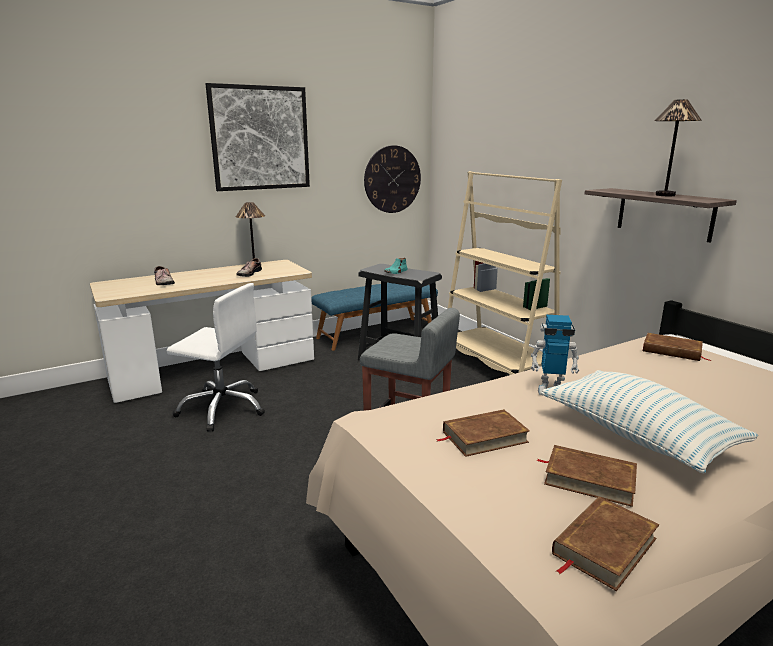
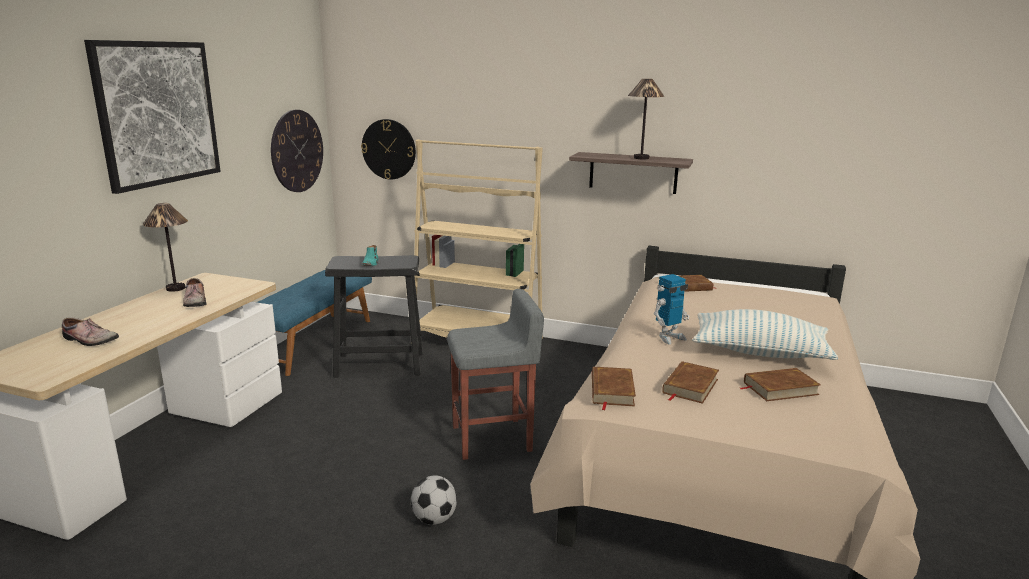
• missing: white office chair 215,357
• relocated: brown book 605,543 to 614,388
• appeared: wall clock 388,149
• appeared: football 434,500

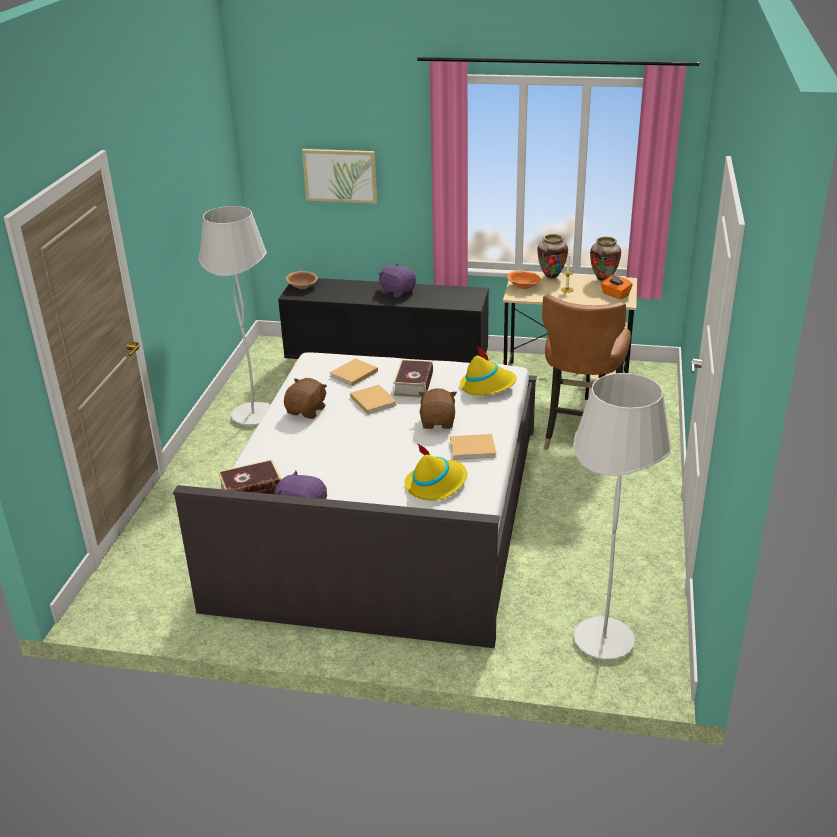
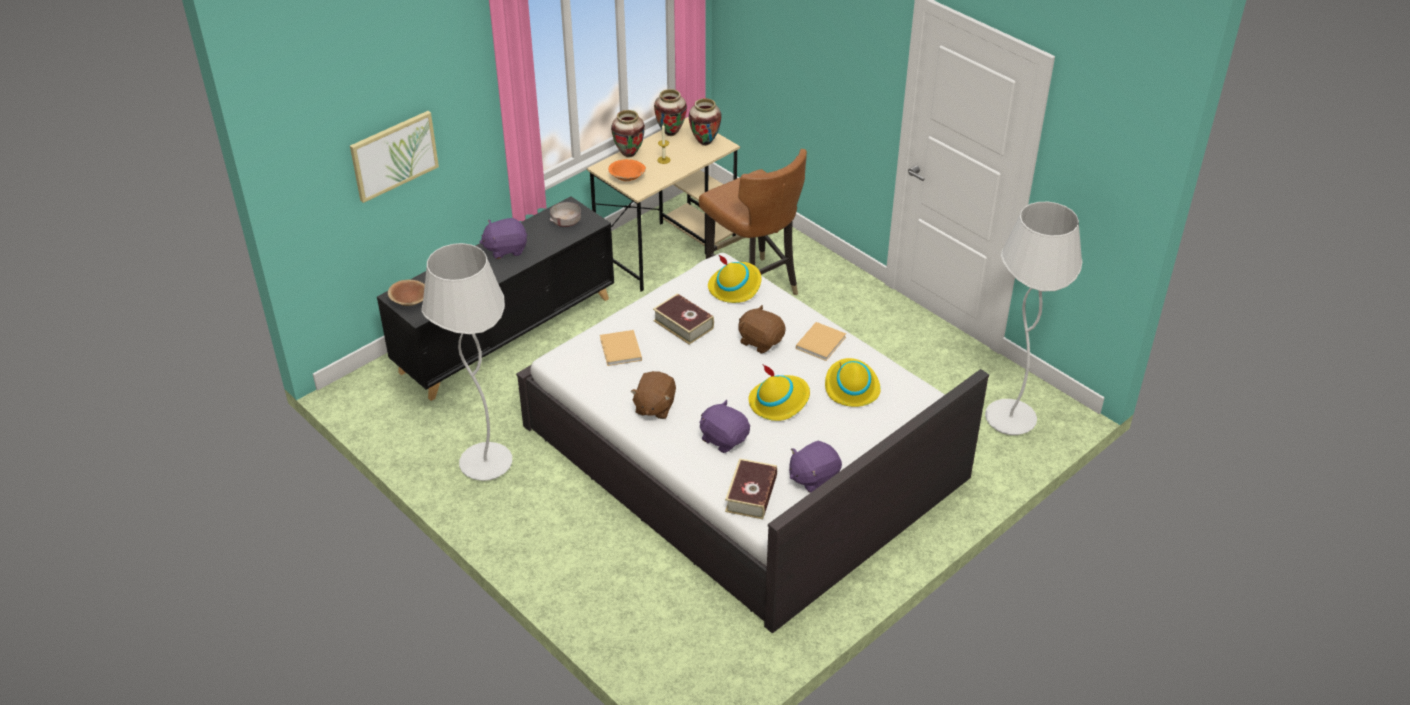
• spun: brown plush toy 305,398 = 653,395 135 degrees counterclockwise
• missing: beige book 373,399
• exchanged: orange tissue box 617,287 to vase 705,122
• appeared: grey bowl 565,214
• appeared: purple plush toy 724,426
• appeared: yellow hat 779,393

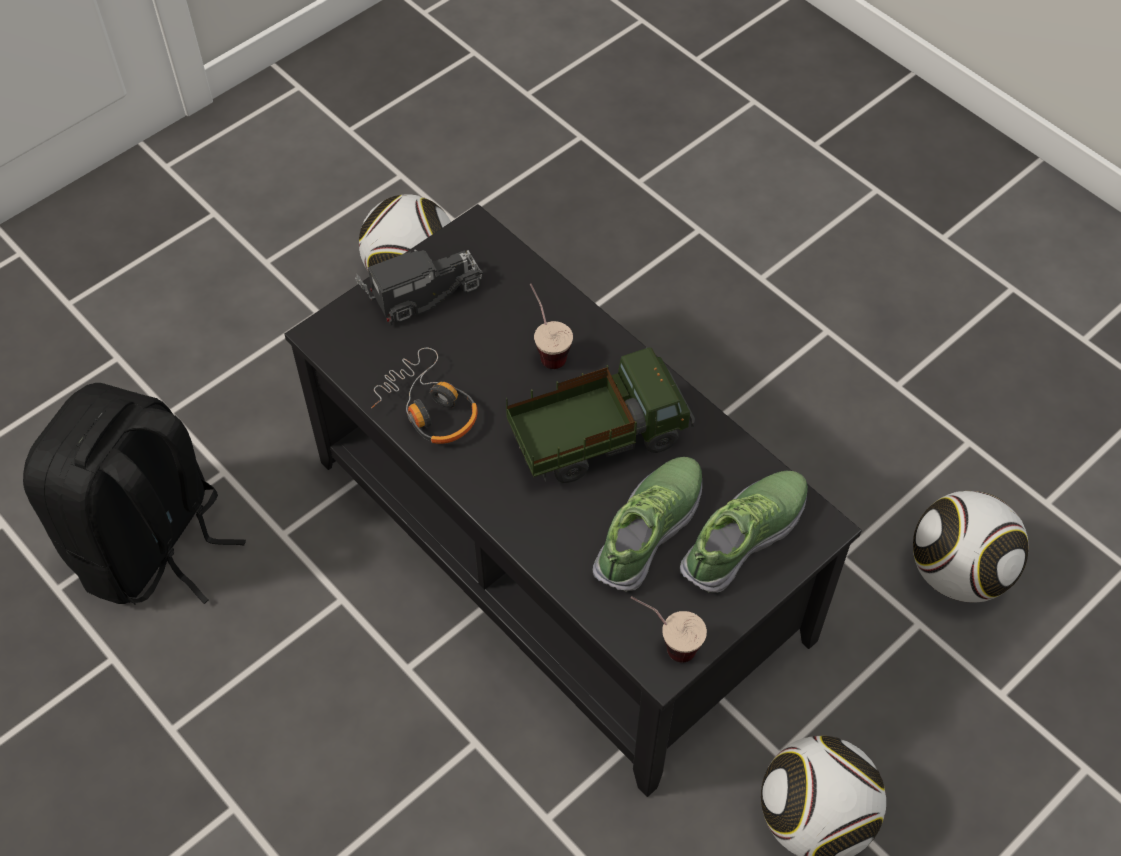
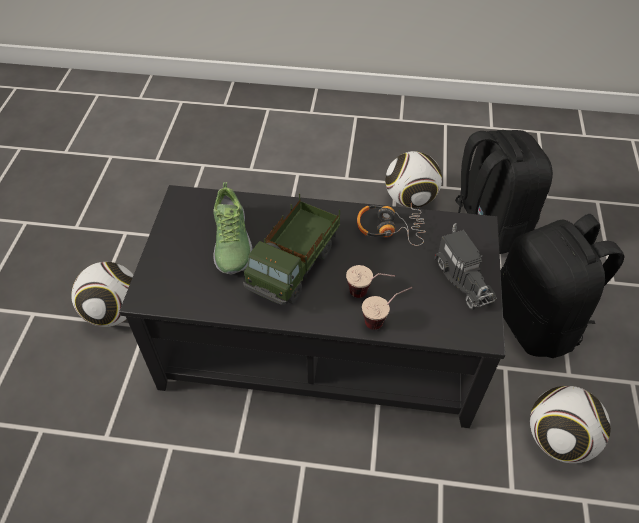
• spun: toy truck 419,287 = 465,266 45 degrees counterclockwise
• relocated: cup 669,629 to 387,308
• missing: shoe 744,532
• relocated: football 970,547 to 413,179
• appeared: black backpack 563,286

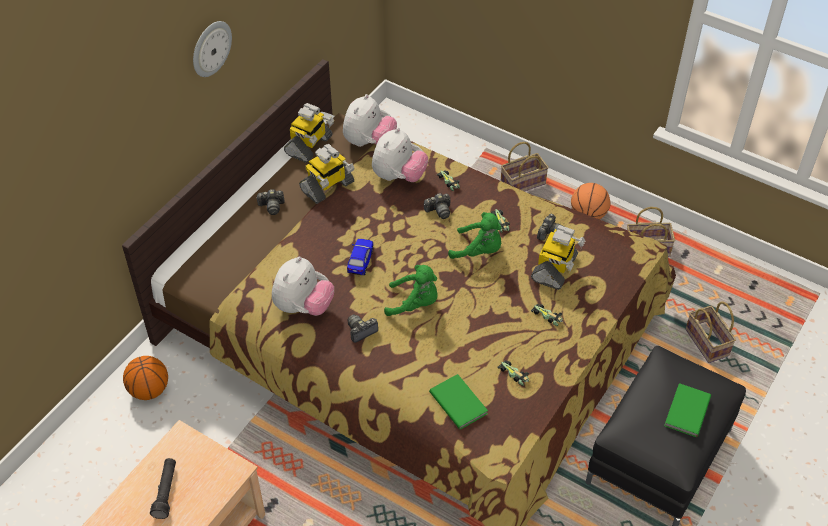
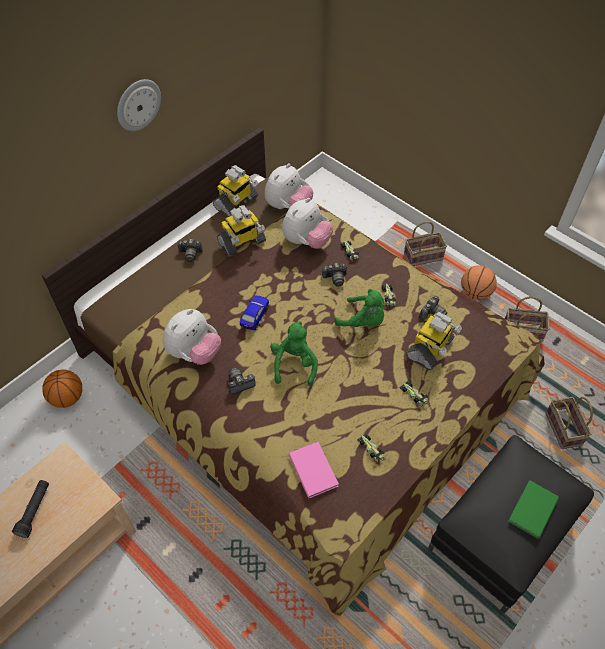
• spun: green plush toy 411,290 = 294,353 105 degrees counterclockwise
• colour: green book 458,402 to pink book 314,470

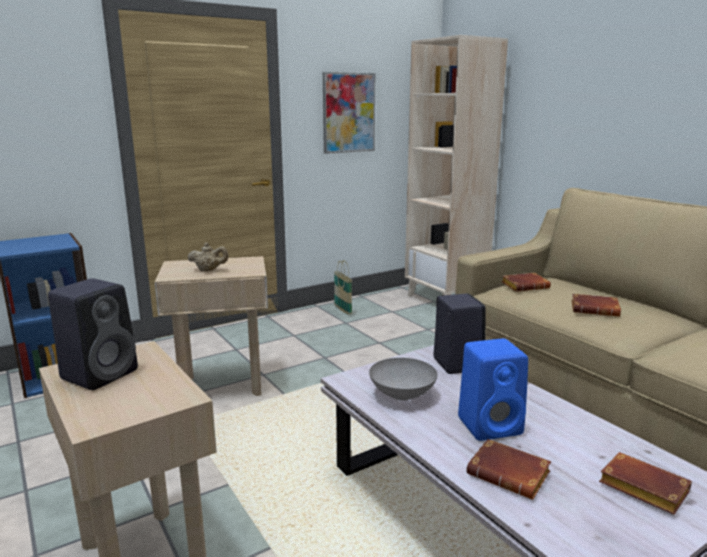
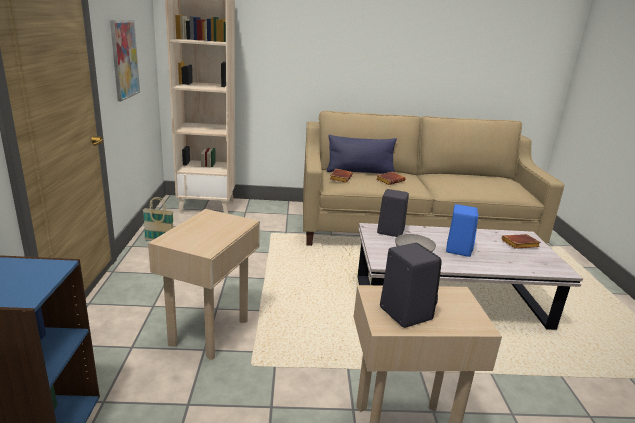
• missing: beige teapot 208,257
• missing: brown book 508,469
• appeared: blue pillow 362,154

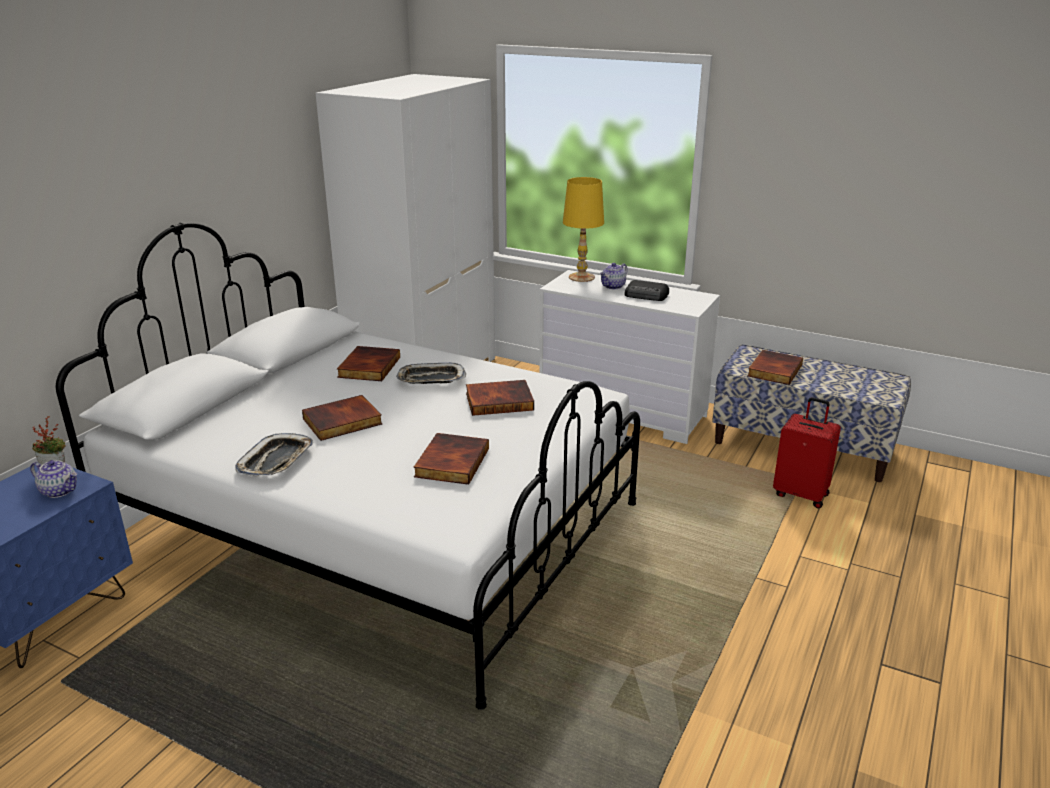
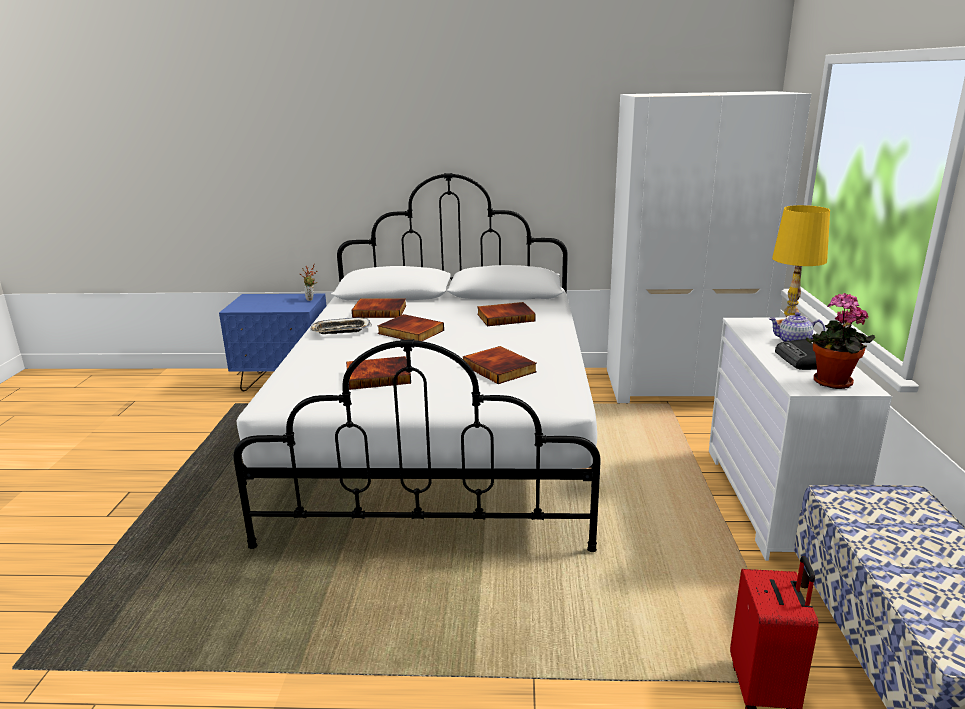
• missing: teapot 53,479
• missing: tray 431,373
• relocated: book 775,367 to 379,308
• appeared: potted plant 840,341

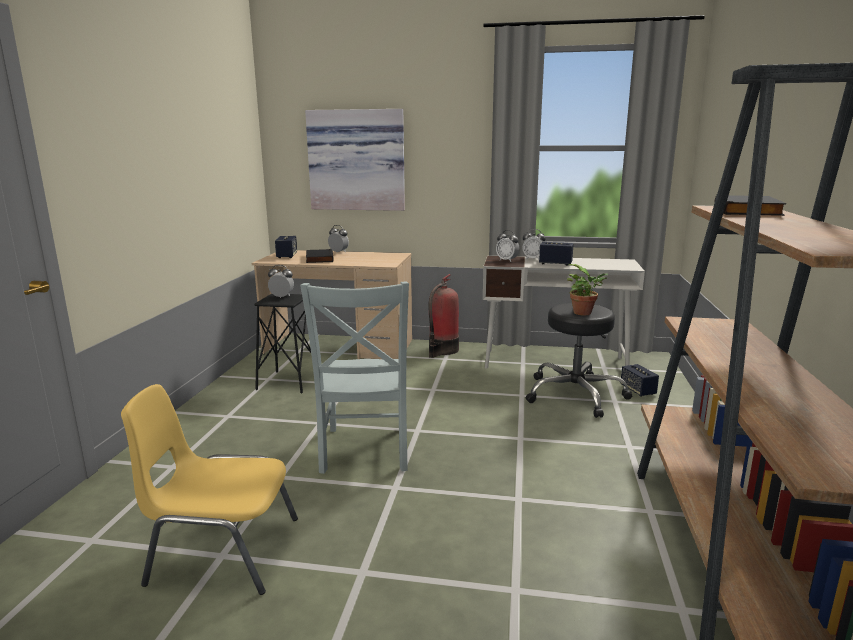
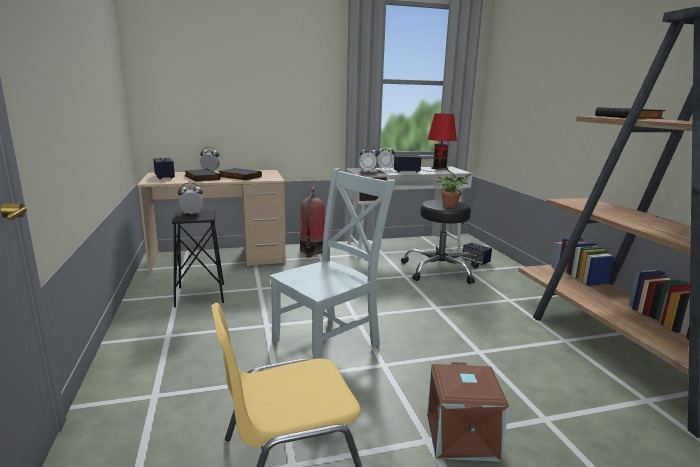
• spun: grey chair 354,377 = 332,263 105 degrees counterclockwise
• missing: picture 355,160
• appeared: black book 240,174
• appeared: red table lamp 439,142
• appeared: brown storage box 468,412

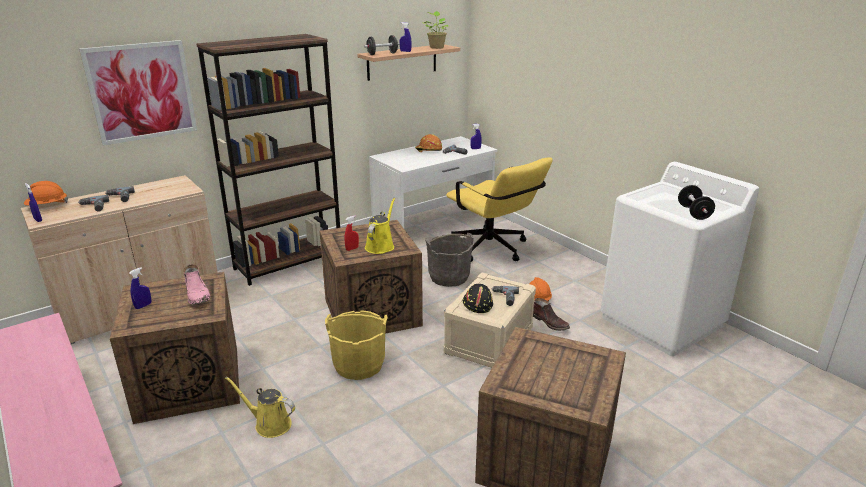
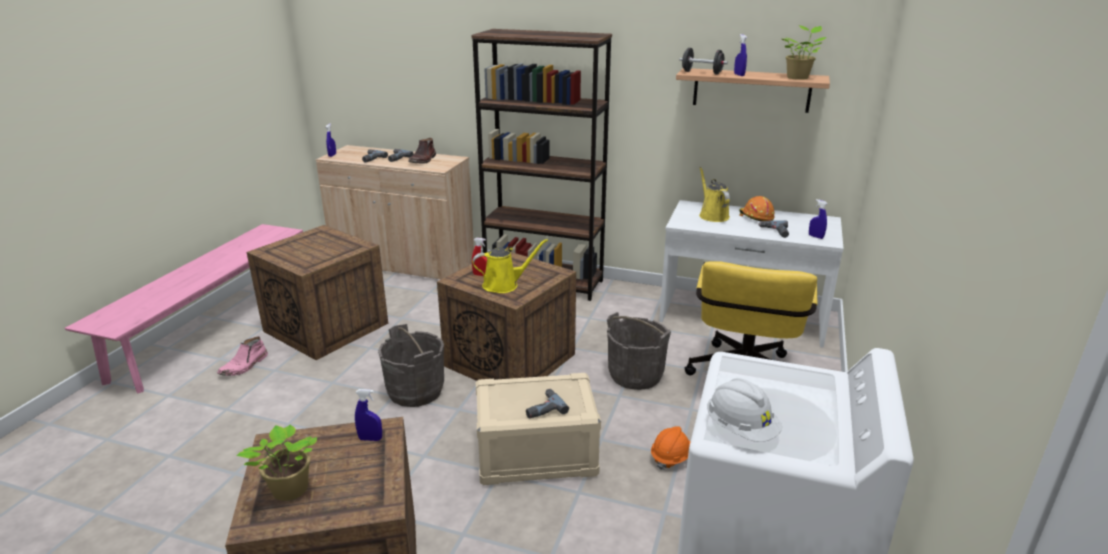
• missing: orange hard hat 46,193
• missing: picture 138,93
• relocated: blue spray bottle 140,288 to 368,415
• relocated: pink boot 197,285 to 242,356
• relocated: yellow watering can 260,407 to 714,194
• colour: yellow bucket 356,345 to grey bucket 411,365
• missing: black hard hat 478,298
• relocated: brown boot 551,314 to 422,150
• exchanged: black dumbbell 696,202 to white hard hat 744,410
• appeared: potted plant 276,463

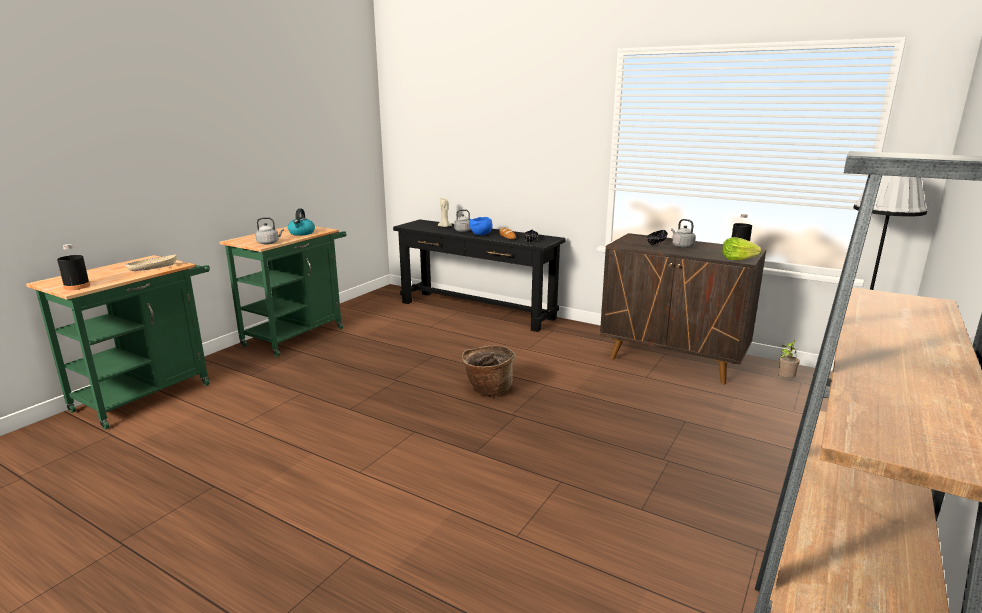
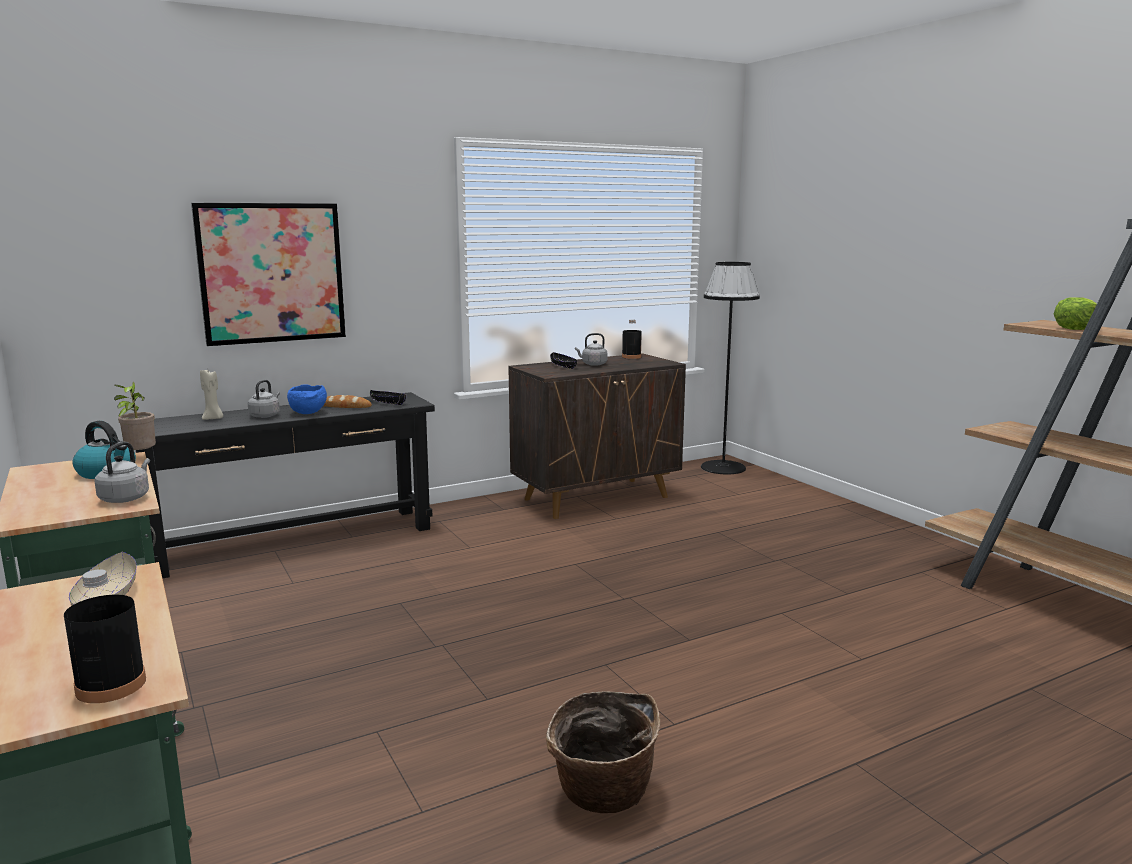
• relocated: basket 489,371 to 603,752
• relocated: lettuce 742,249 to 1075,313
• relocated: potted plant 789,359 to 135,416
• appeared: picture 268,274

